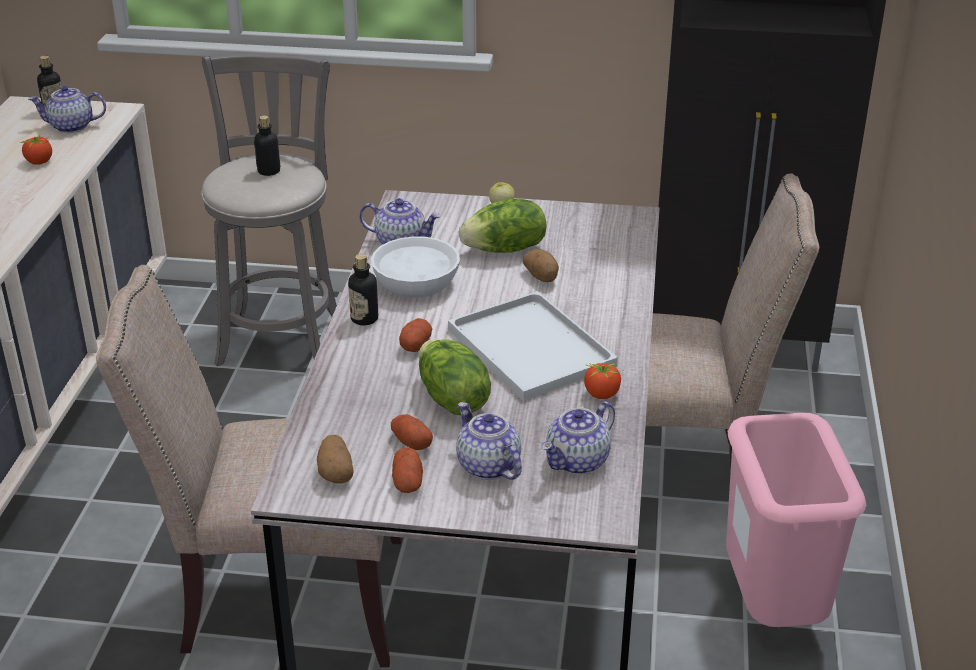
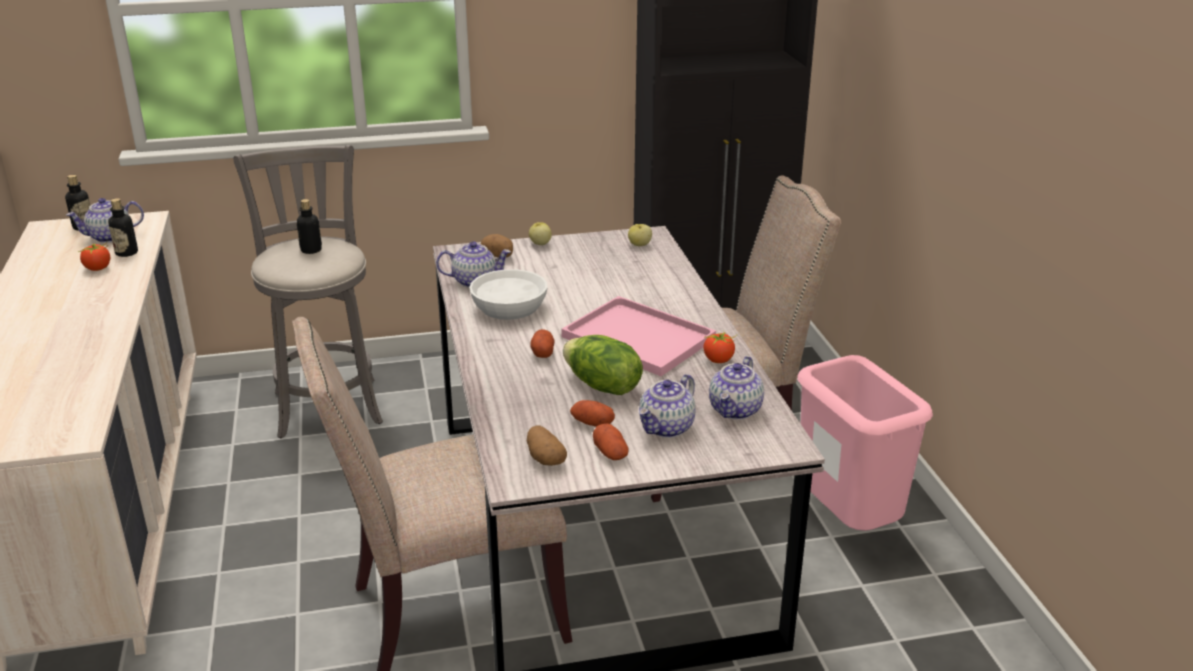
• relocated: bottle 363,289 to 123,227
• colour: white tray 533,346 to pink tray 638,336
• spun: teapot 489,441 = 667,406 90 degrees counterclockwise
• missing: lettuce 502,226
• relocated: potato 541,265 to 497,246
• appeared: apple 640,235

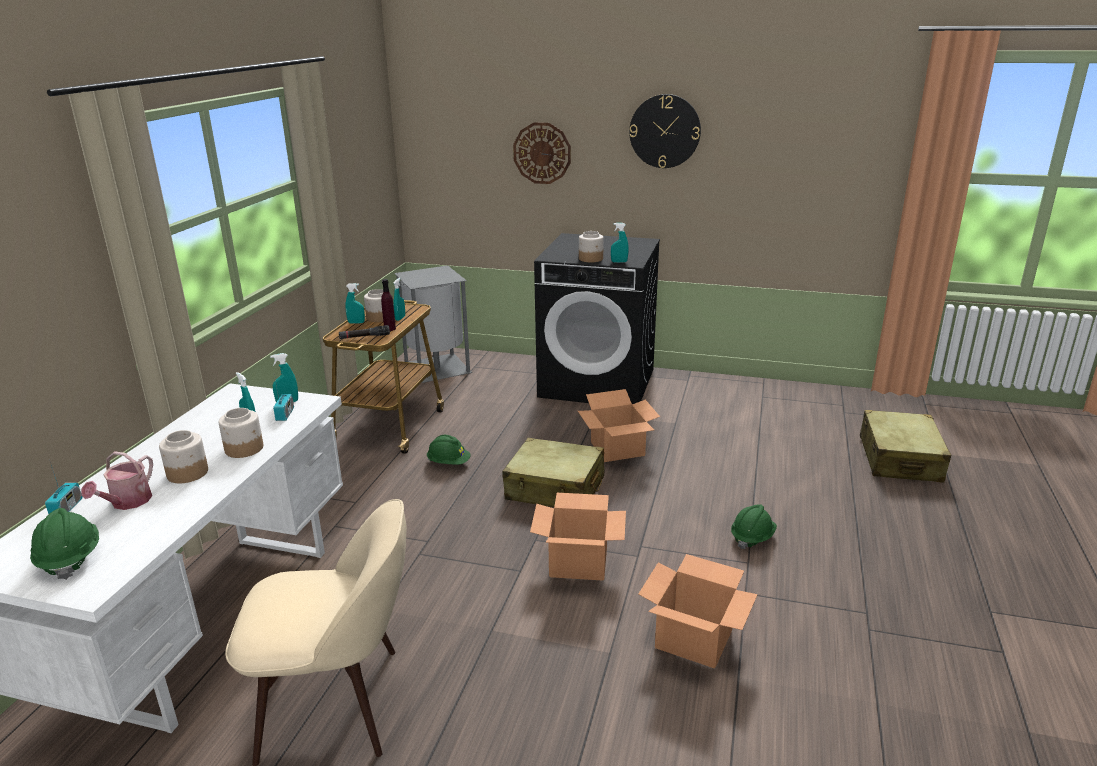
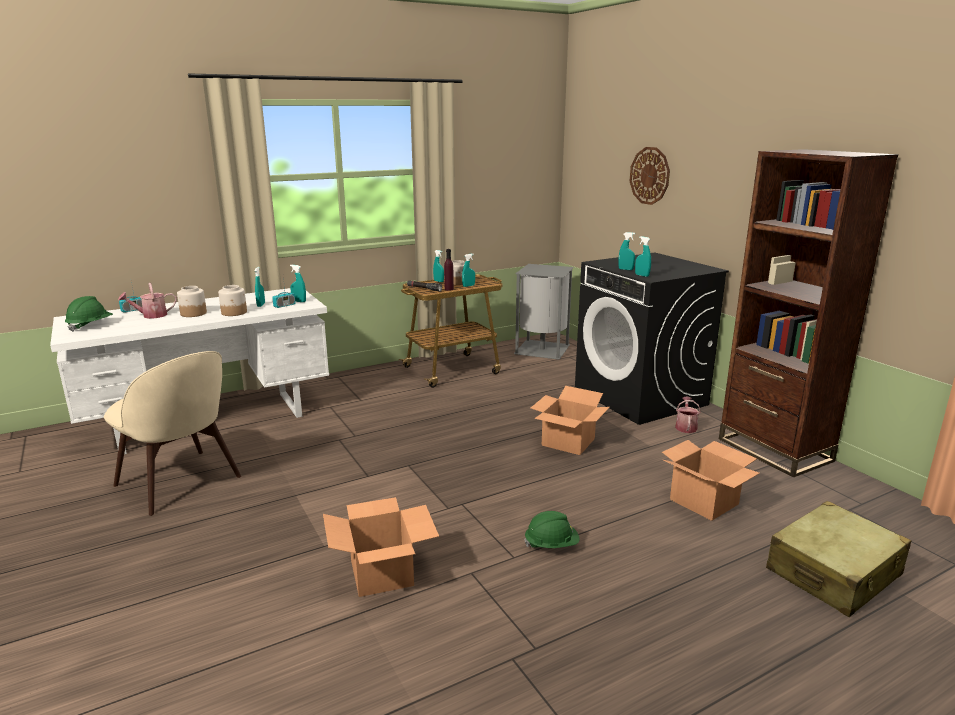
• missing: green hard hat 448,450
• missing: beige suitcase 553,472
• relocated: cardboard box 578,537 to 711,480
• exchanged: jar 591,246 to turquoise spray bottle 626,251
• missing: wall clock 665,131
• appeared: watering can 688,415
• appeared: brown bookcase 808,313

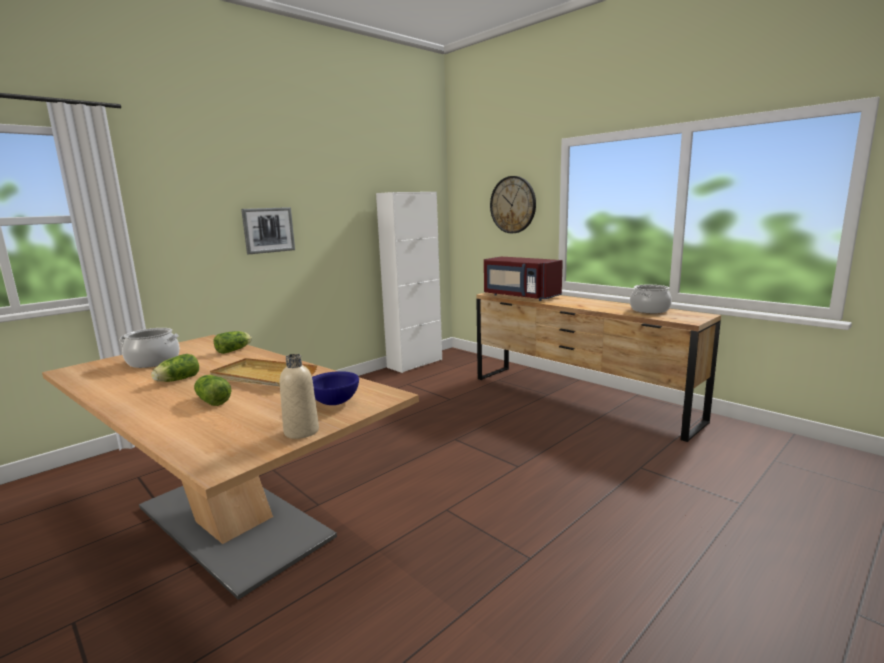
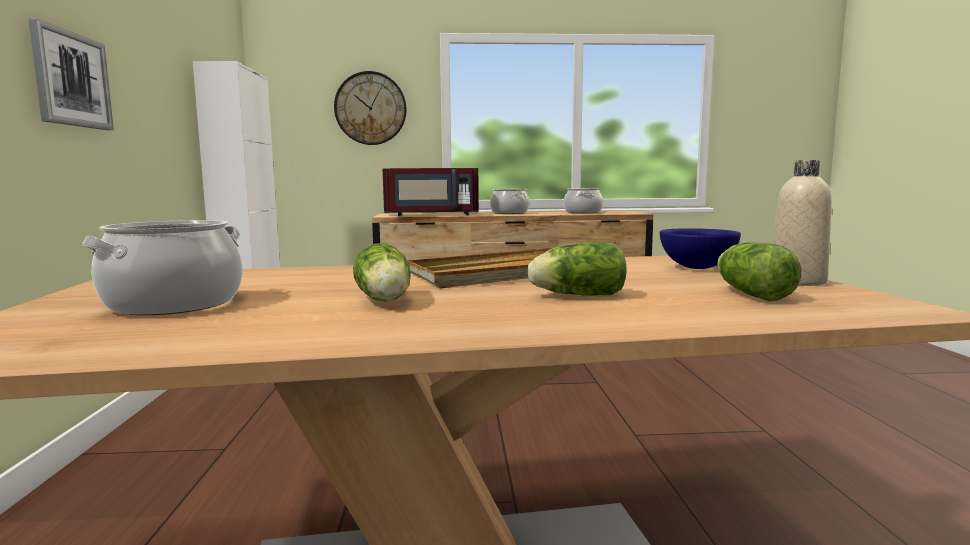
• relocated: lettuce 233,342 to 759,271
• appeared: cooking pot 509,201

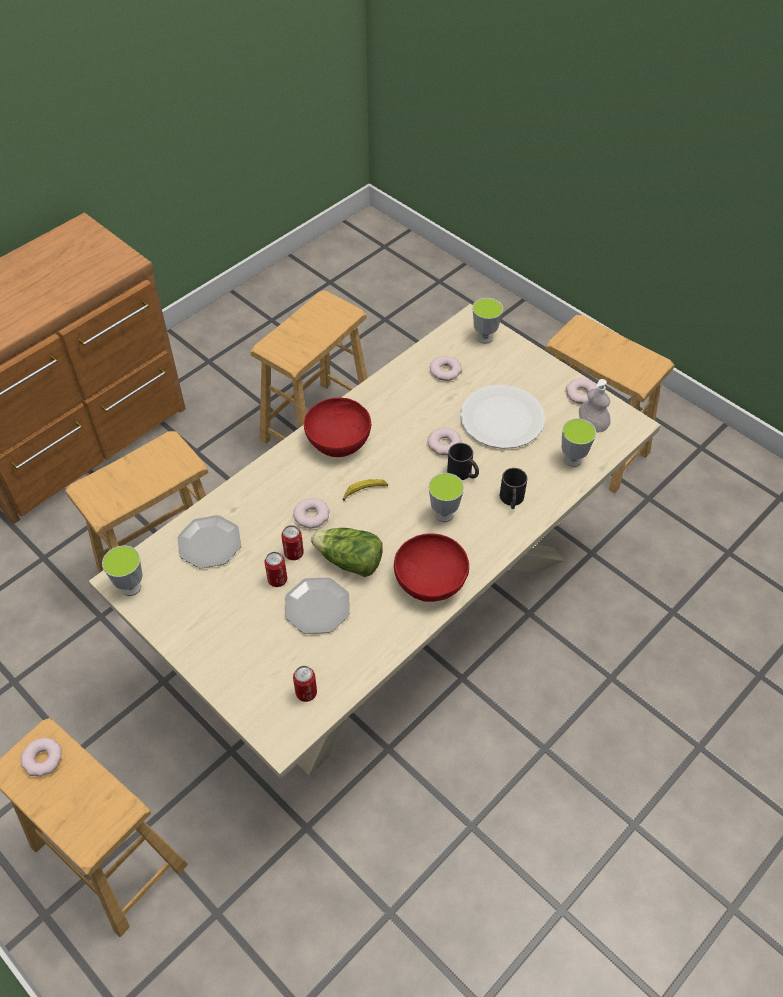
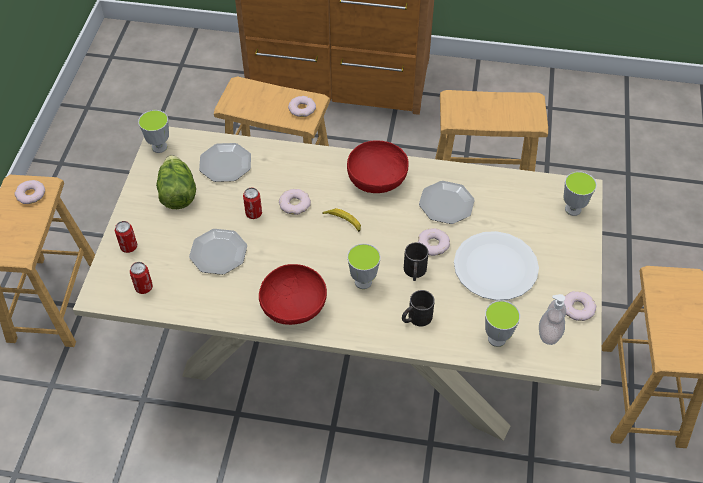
• relocated: can 275,569 to 126,237
• relocated: lettuce 347,552 to 176,182
• relocated: donut 446,368 to 302,106
• appeared: plate 447,202

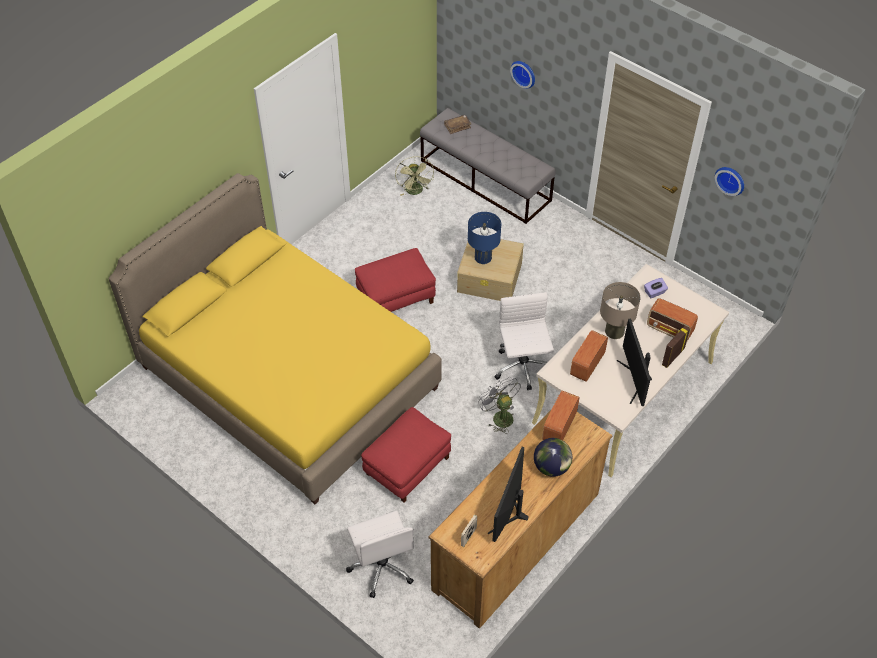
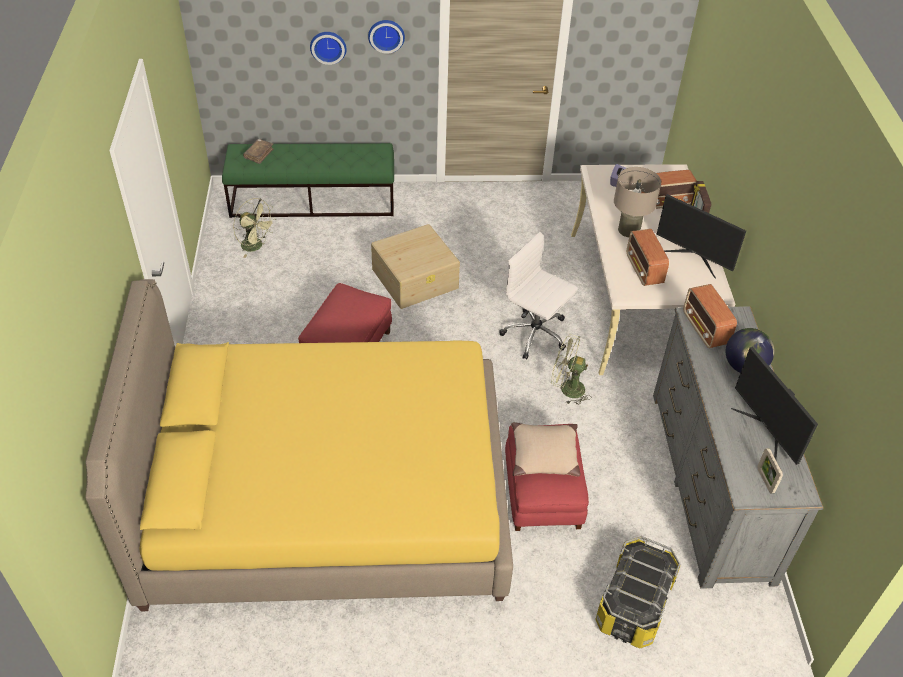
• exchanged: white office chair 380,554 to storage box 638,592
• colour: grey bench 488,166 to green bench 308,180
• colour: brown dresser 521,519 to grey dresser 738,447
• missing: blue table lamp 484,238
• colour: grey fan 499,405 to green fan 571,369
• relocated: wall clock 729,181 to 386,37
• appeared: beige pillow 545,449

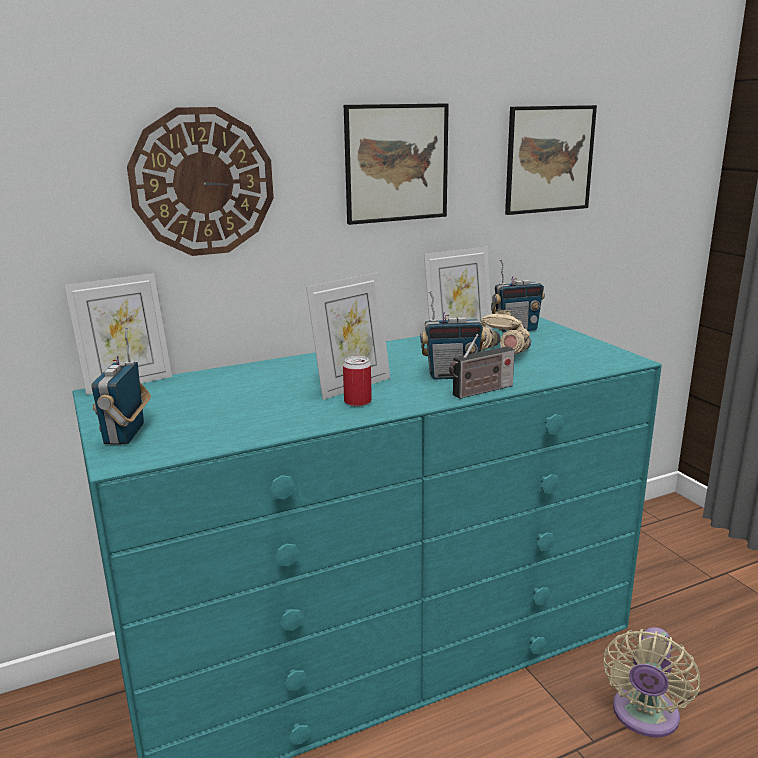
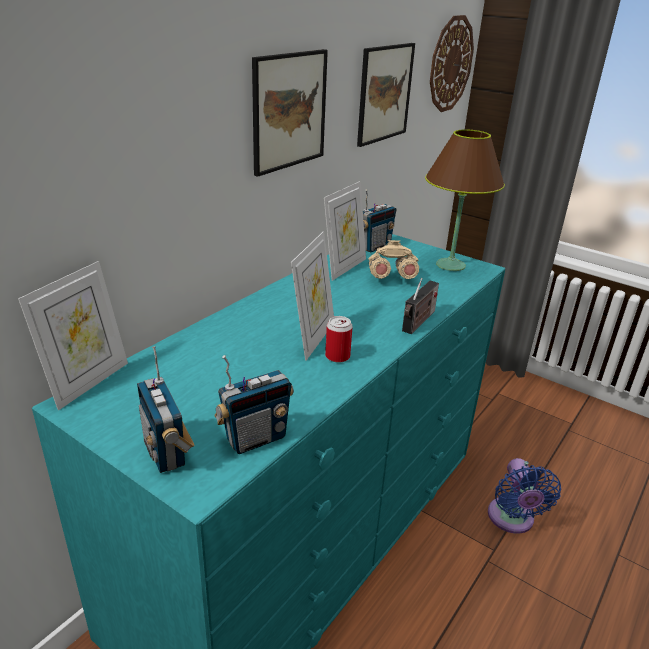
• relocated: wall clock 200,181 to 452,63
• relocated: radio 453,335 to 254,404
• colour: beige fan 652,682 to blue fan 524,496
• appeared: brown table lamp 465,200

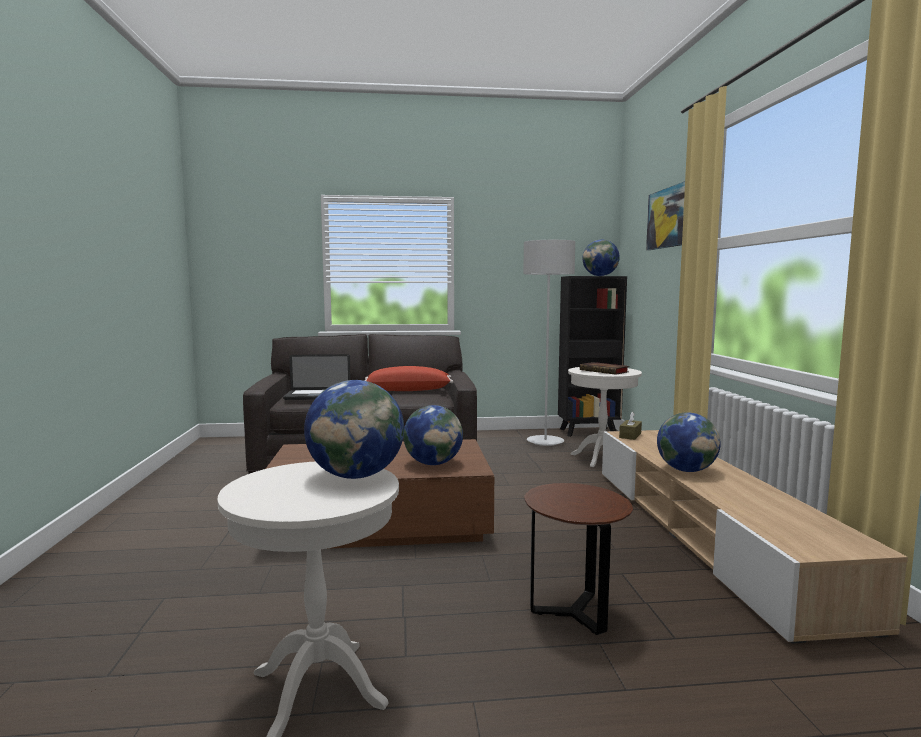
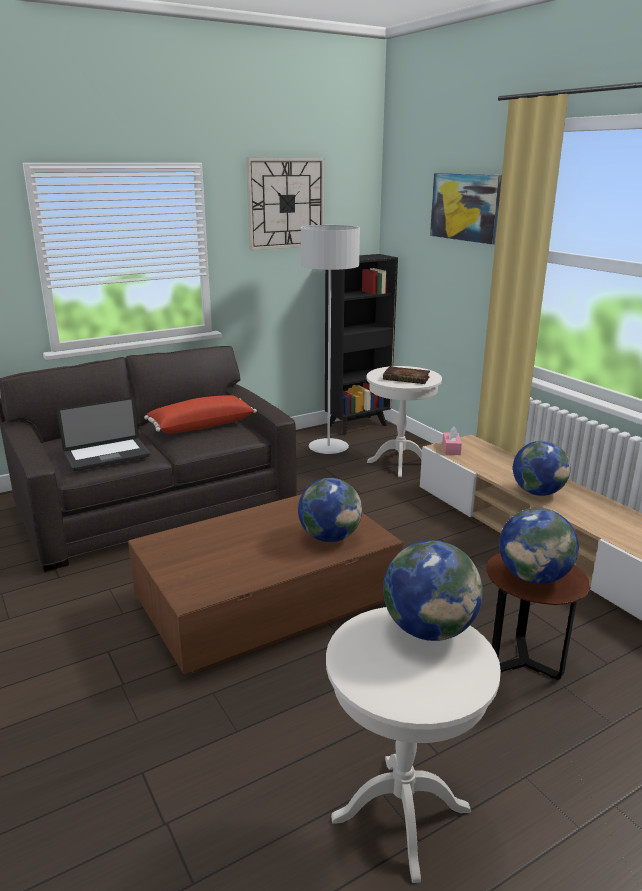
• relocated: globe 601,258 to 539,546
• colour: brown tissue box 630,426 to pink tissue box 452,440
• appeared: wall clock 285,204

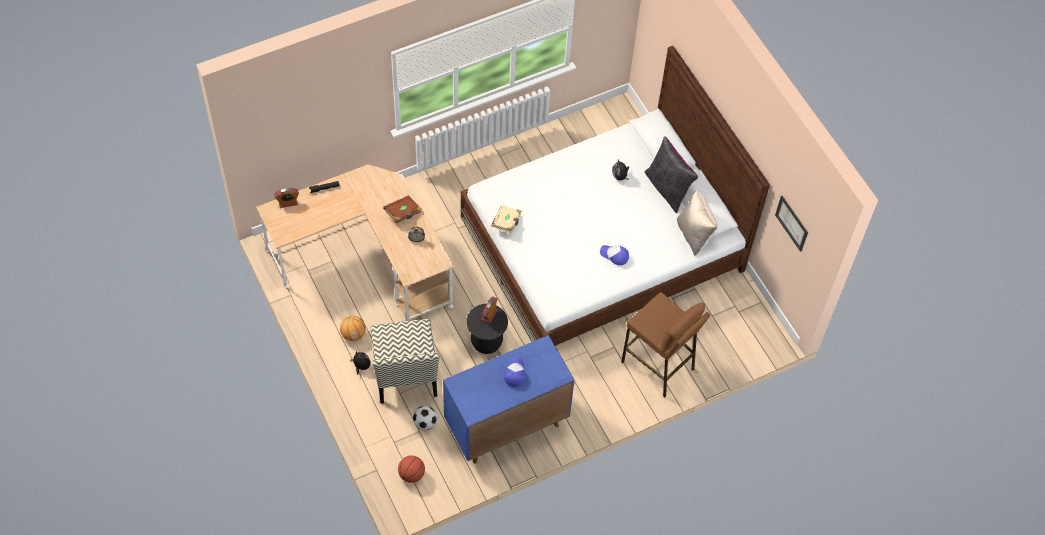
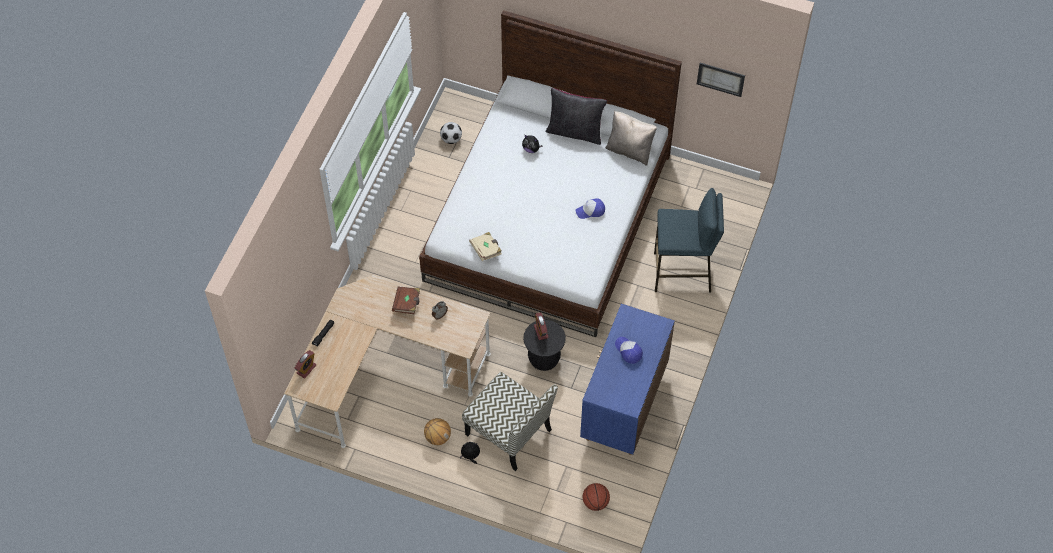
• relocated: football 425,418 to 451,133
• colour: brown stool 665,344 to blue stool 689,240

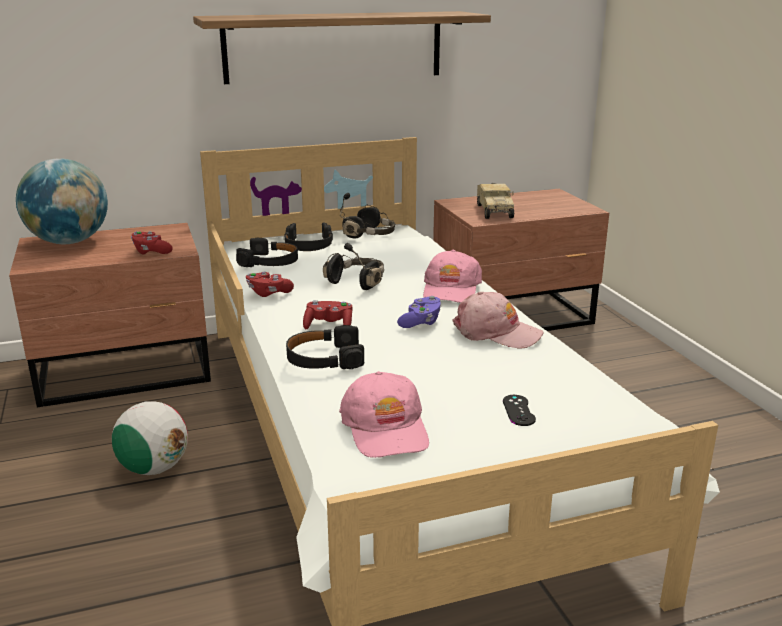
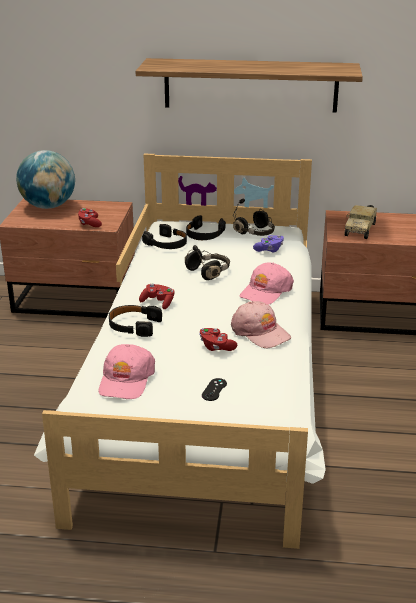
• missing: football 150,438
• relocated: red game controller 270,284 to 218,339
• relocated: purple game controller 419,312 to 268,244

